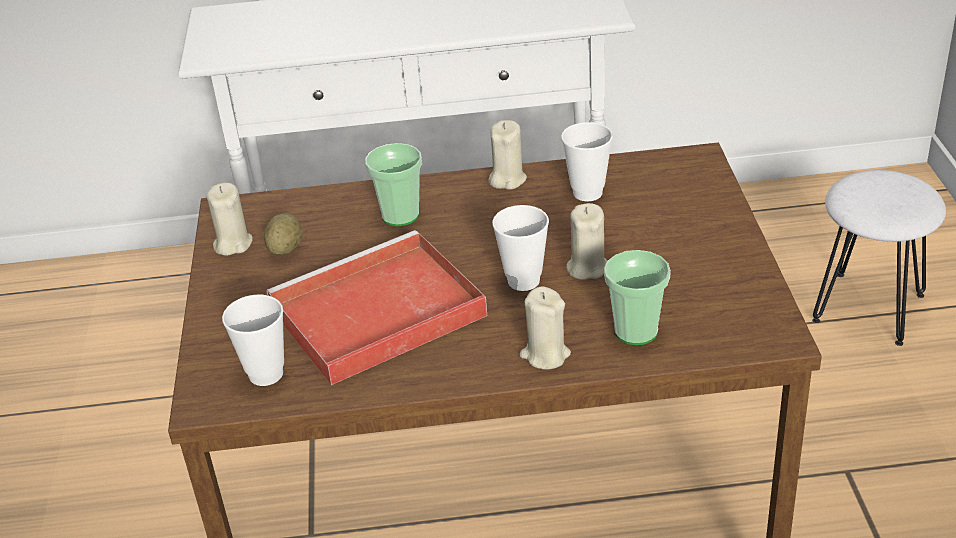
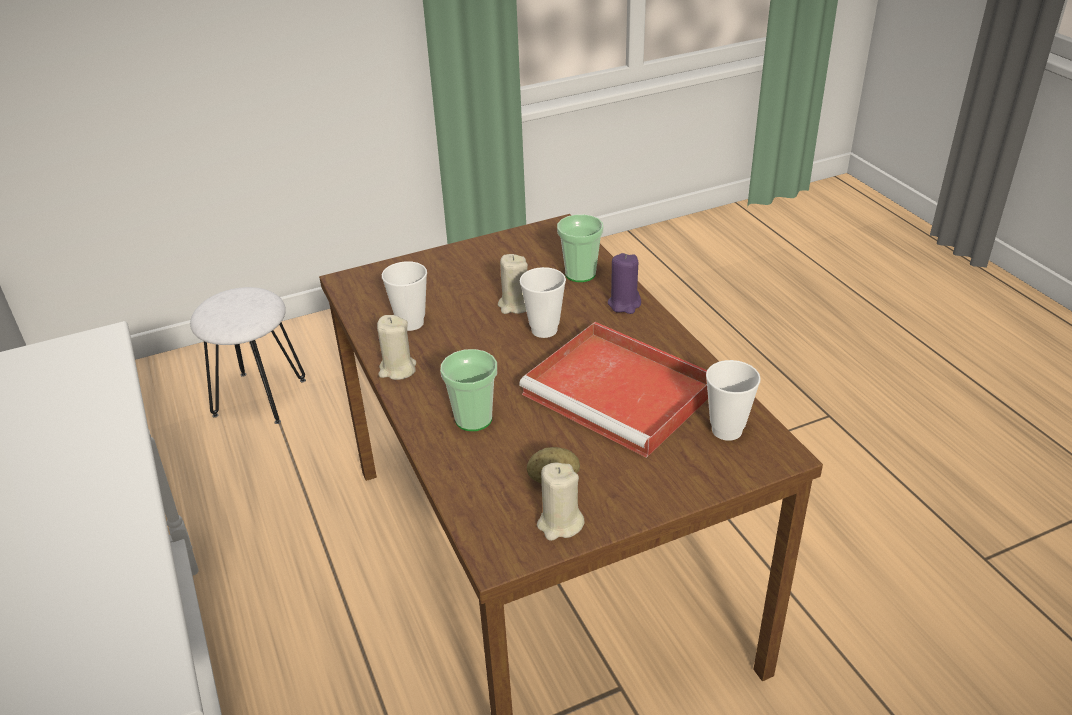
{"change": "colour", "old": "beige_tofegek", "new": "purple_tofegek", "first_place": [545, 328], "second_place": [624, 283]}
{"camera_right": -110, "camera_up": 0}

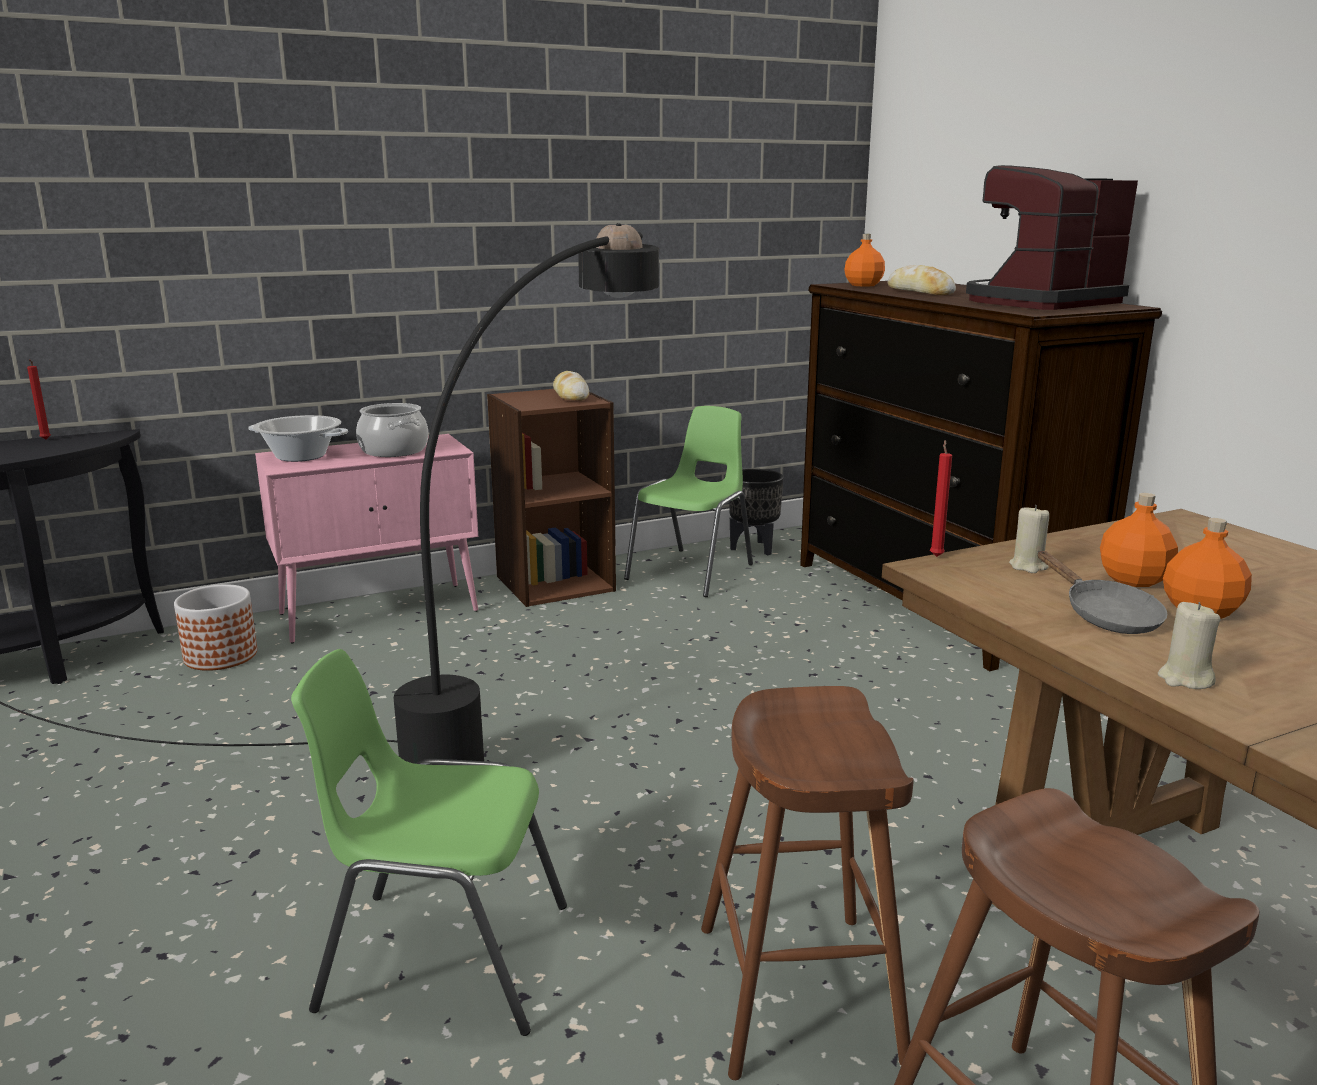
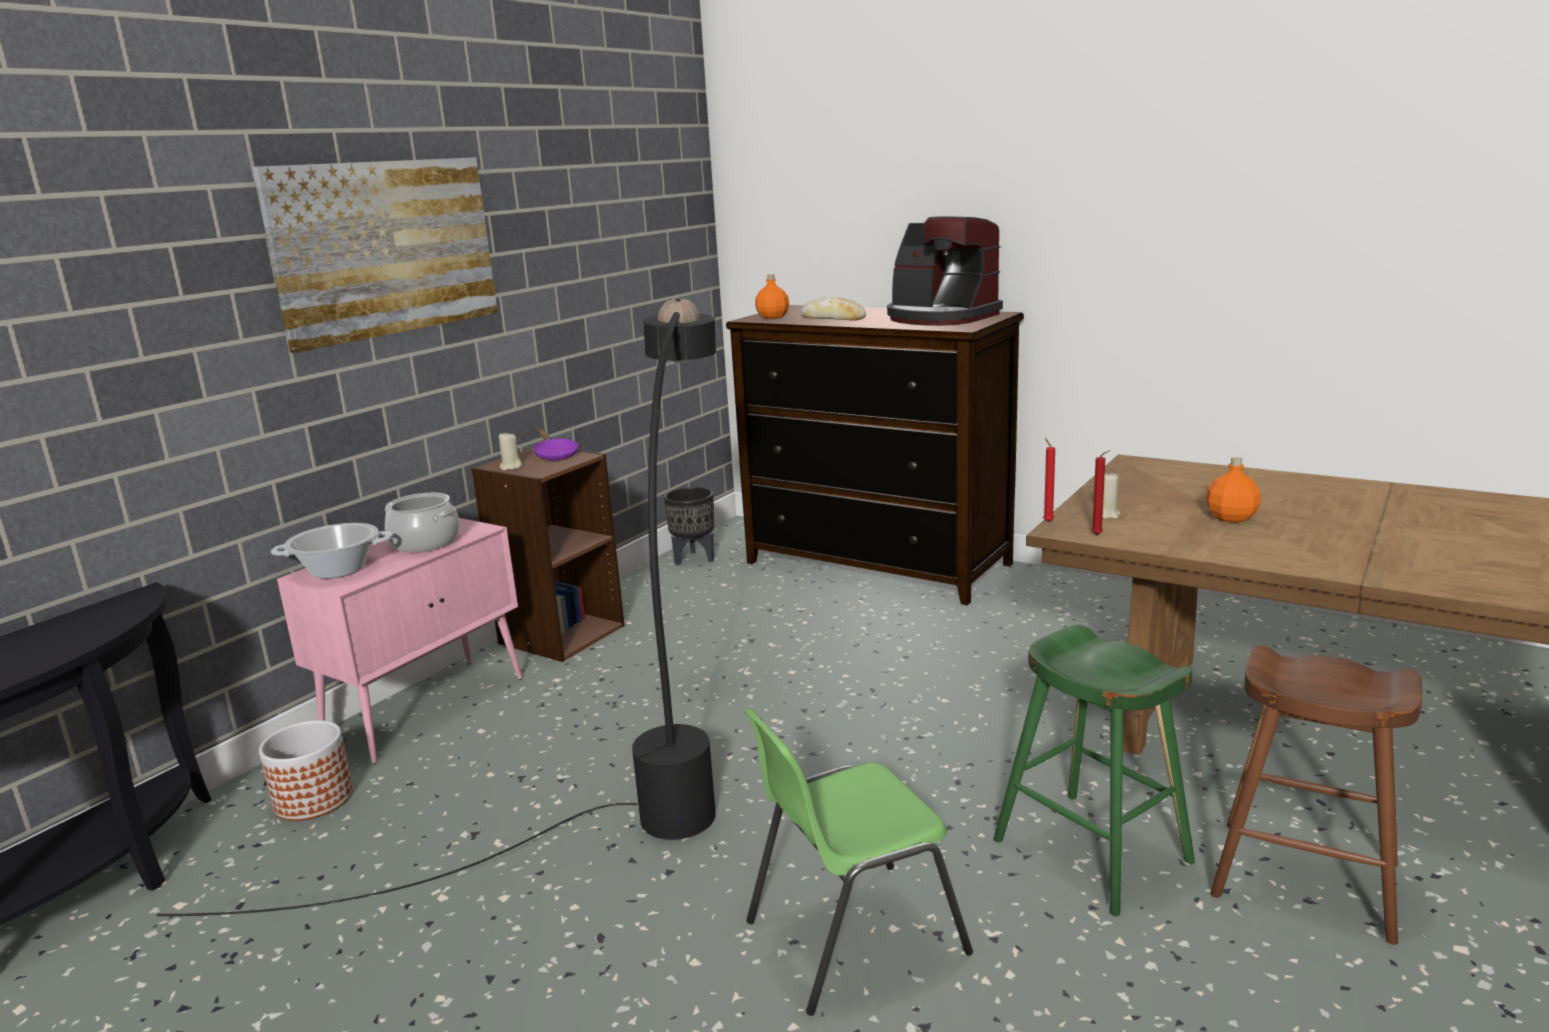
{"change": "appeared", "new": "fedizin", "second_place": [375, 255]}
{"change": "relocated", "old": "beige_tofegek", "first_place": [1189, 645], "second_place": [510, 451]}
{"change": "exchanged", "old": "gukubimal", "new": "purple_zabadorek", "first_place": [571, 386], "second_place": [555, 444]}
{"change": "spun", "old": "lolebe", "first_place": [1052, 237], "second_place": [945, 271], "degrees": -75}
{"change": "colour", "old": "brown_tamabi", "new": "green_tamabi", "first_place": [807, 883], "second_place": [1094, 770]}
{"change": "relocated", "old": "red_tofegek", "first_place": [39, 399], "second_place": [1101, 492]}
{"change": "missing", "old": "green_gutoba", "first_place": [688, 501]}
{"change": "missing", "old": "grey_zabadorek", "first_place": [1102, 592]}
{"change": "missing", "old": "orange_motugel", "first_place": [1139, 540]}
{"camera_right": -30, "camera_up": 0}

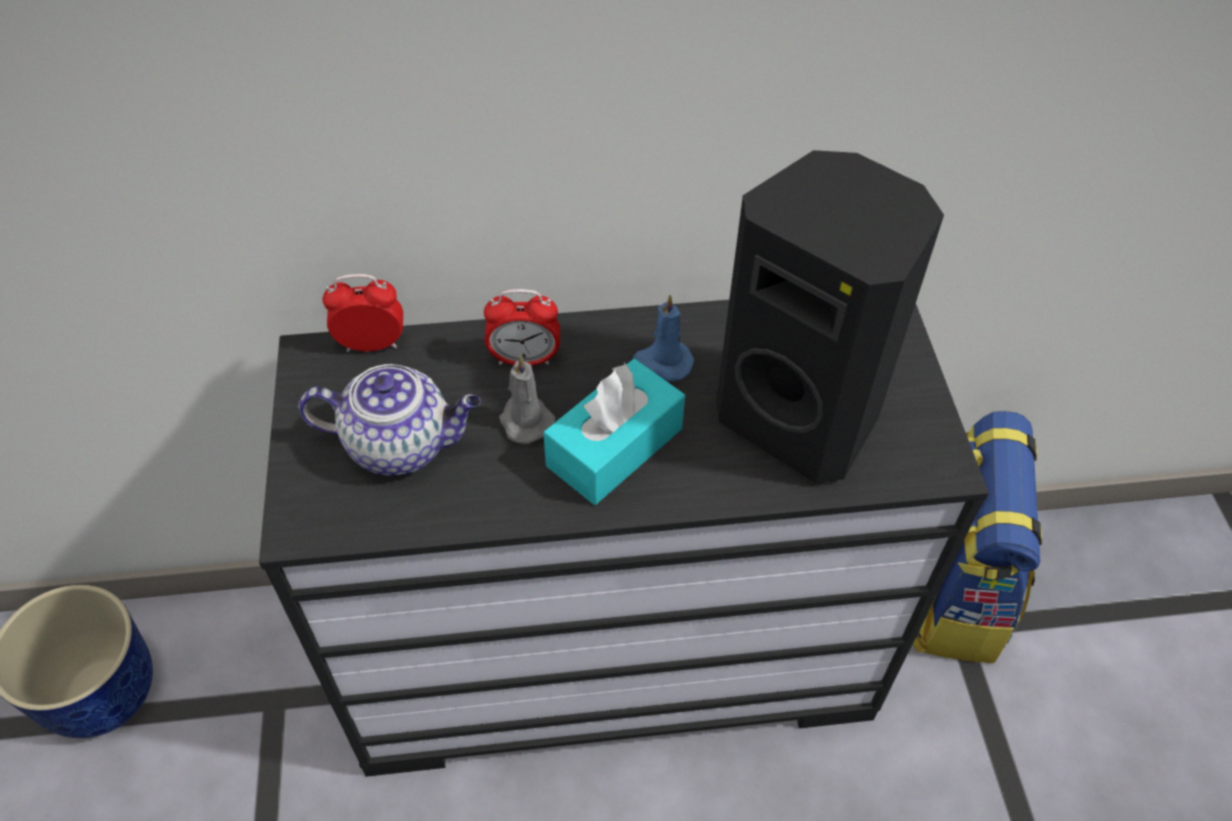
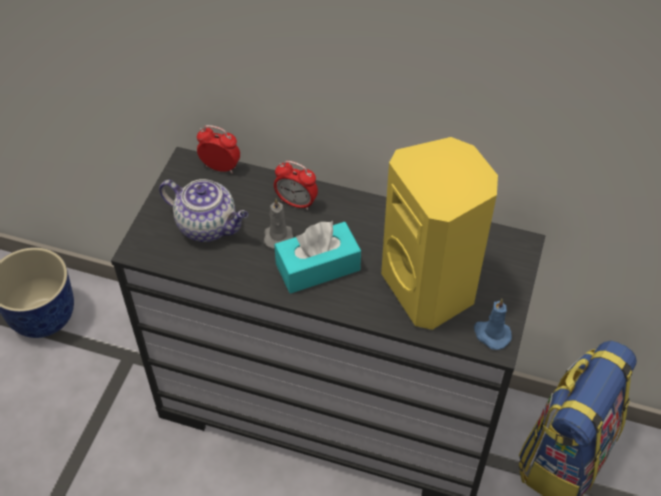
{"change": "colour", "old": "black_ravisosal", "new": "yellow_ravisosal", "first_place": [830, 316], "second_place": [439, 233]}
{"change": "relocated", "old": "blue_tofegek", "first_place": [663, 338], "second_place": [493, 324]}
{"camera_right": 25, "camera_up": 0}

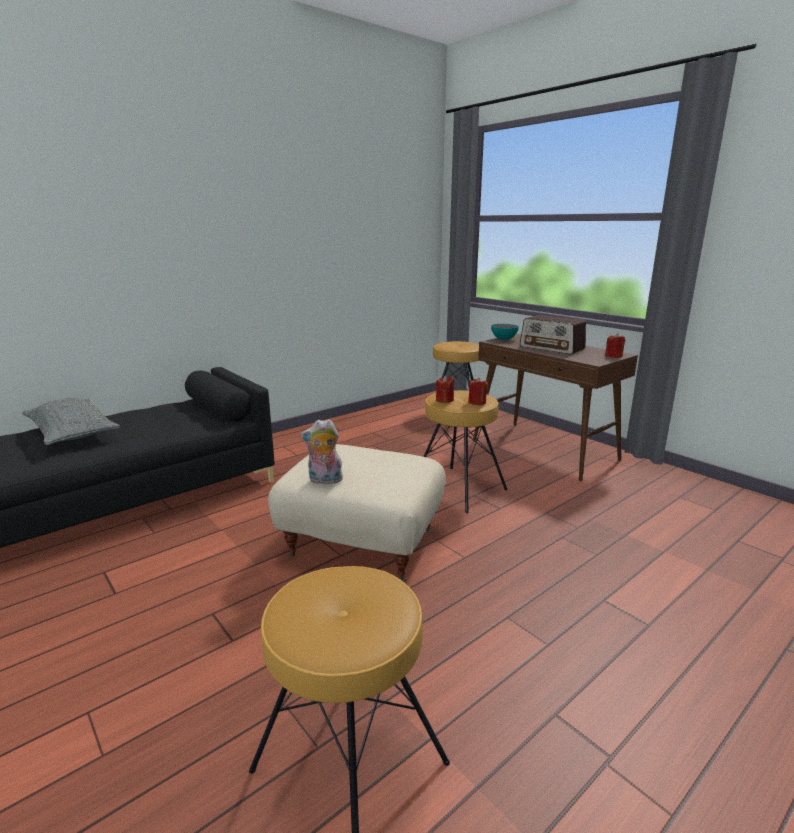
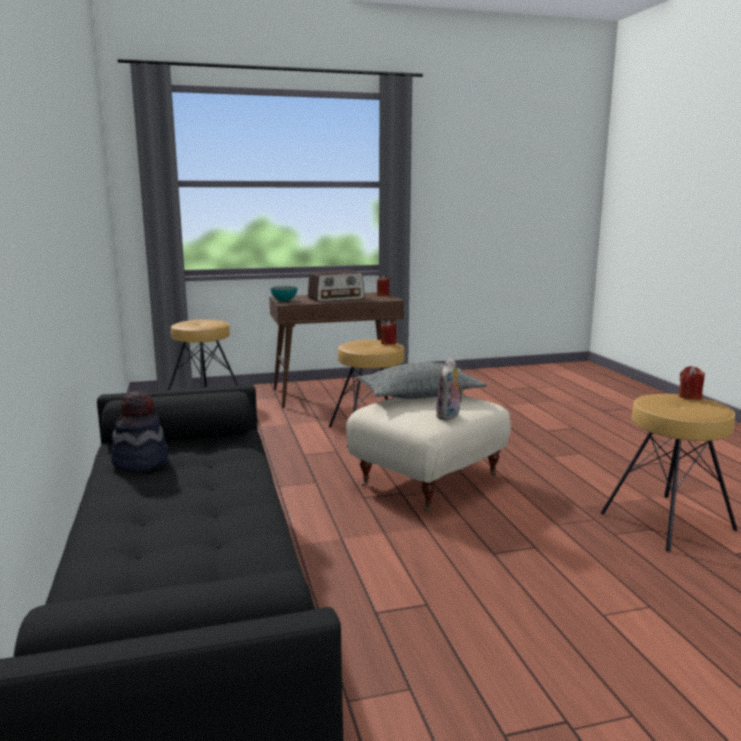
{"change": "appeared", "new": "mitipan", "second_place": [139, 431]}
{"change": "relocated", "old": "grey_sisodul", "first_place": [71, 421], "second_place": [422, 380]}
{"change": "relocated", "old": "red_tofegek", "first_place": [444, 389], "second_place": [692, 383]}
{"camera_right": -65, "camera_up": -5}

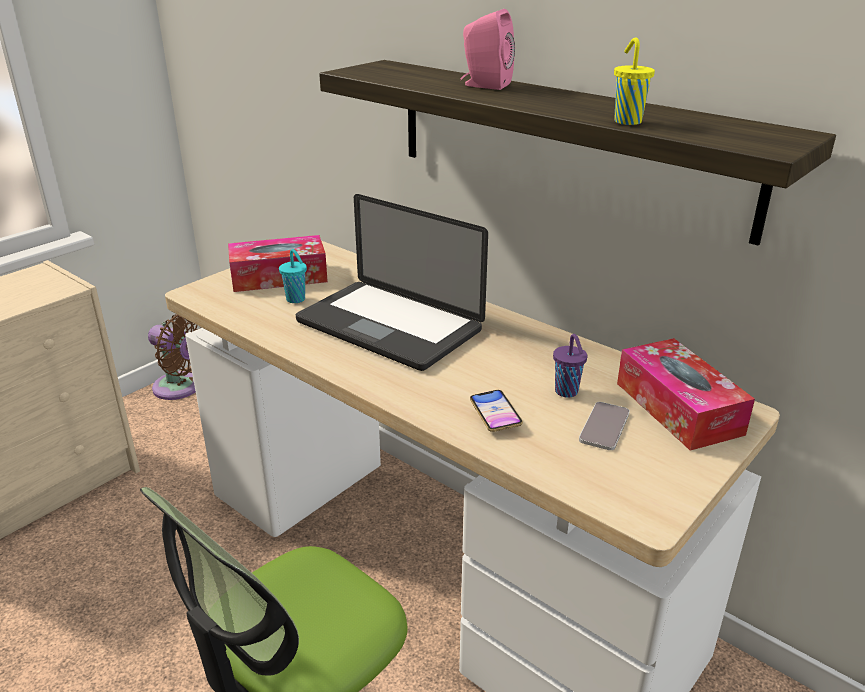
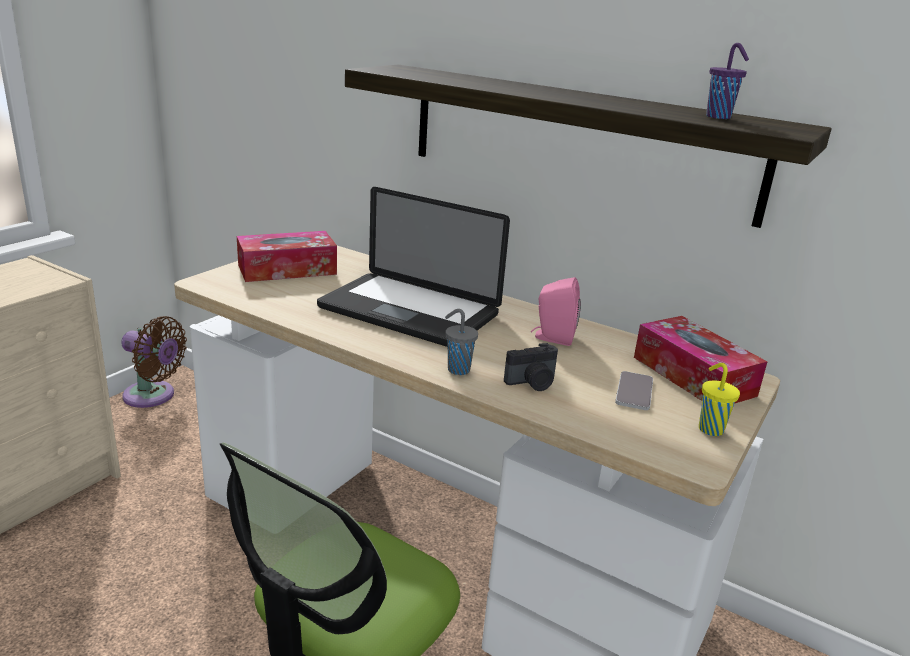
{"change": "appeared", "new": "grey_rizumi", "second_place": [461, 342]}
{"change": "exchanged", "old": "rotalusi", "new": "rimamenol", "first_place": [496, 411], "second_place": [531, 367]}
{"change": "relocated", "old": "pink_ravisosal", "first_place": [488, 49], "second_place": [556, 311]}
{"change": "relocated", "old": "yellow_rizumi", "first_place": [634, 81], "second_place": [719, 399]}
{"change": "relocated", "old": "purple_rizumi", "first_place": [570, 366], "second_place": [727, 81]}
{"change": "missing", "old": "turquoise_rizumi", "first_place": [293, 276]}
{"camera_right": -10, "camera_up": -5}

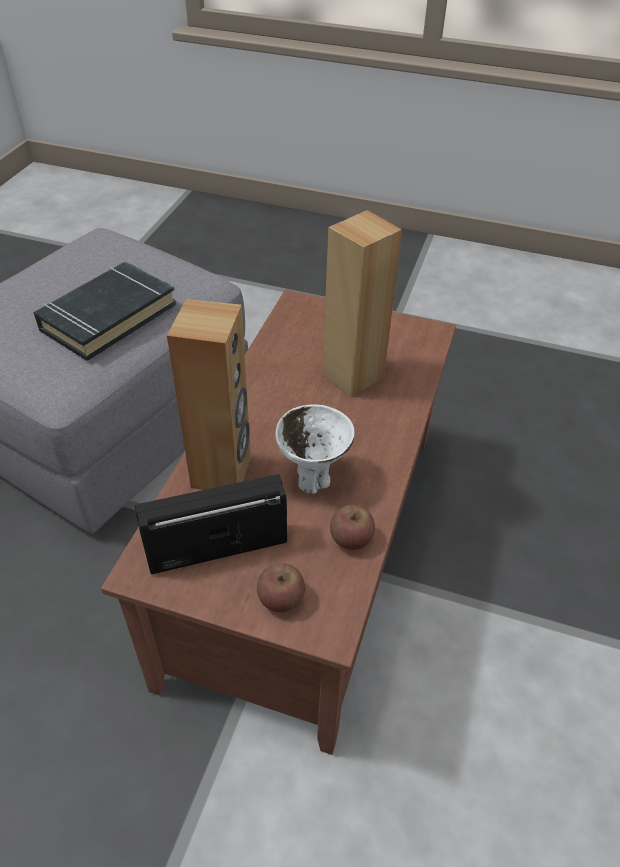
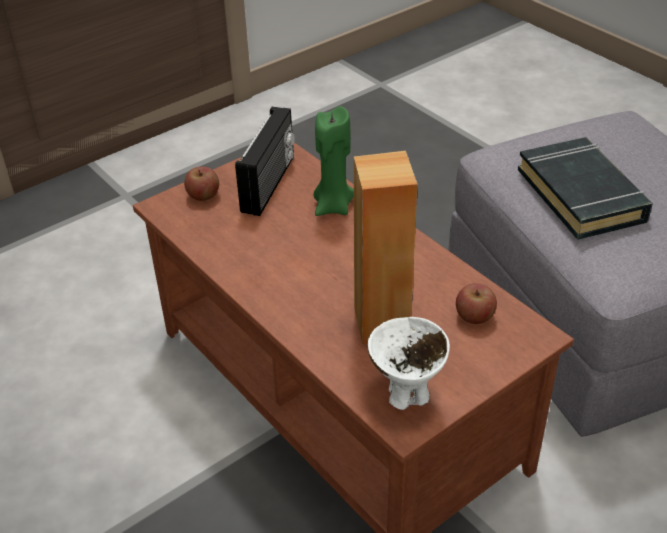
{"change": "exchanged", "old": "brown_ravisosal", "new": "green_tofegek", "first_place": [209, 394], "second_place": [333, 161]}
{"change": "relocated", "old": "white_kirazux", "first_place": [315, 449], "second_place": [409, 363]}
{"change": "relocated", "old": "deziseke", "first_place": [352, 527], "second_place": [476, 303]}
{"camera_right": 125, "camera_up": -5}

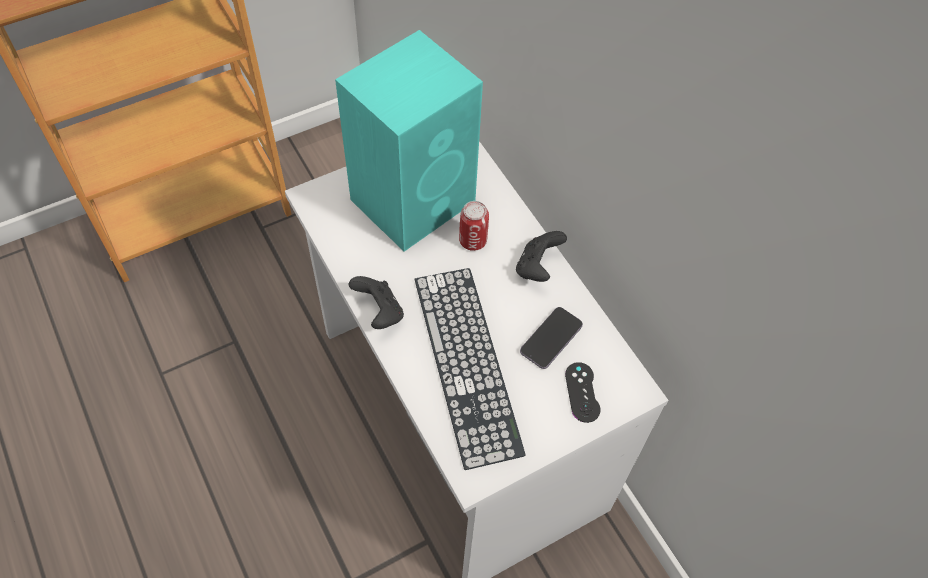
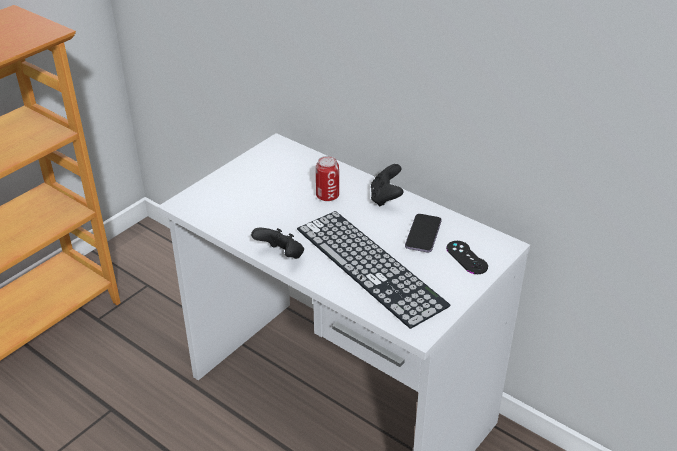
{"change": "missing", "old": "turquoise_ravisosal", "first_place": [409, 141]}
{"camera_right": -20, "camera_up": -20}

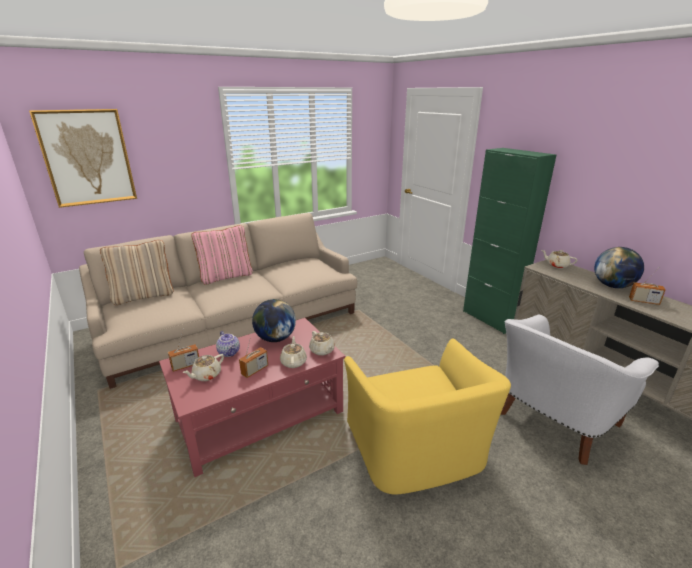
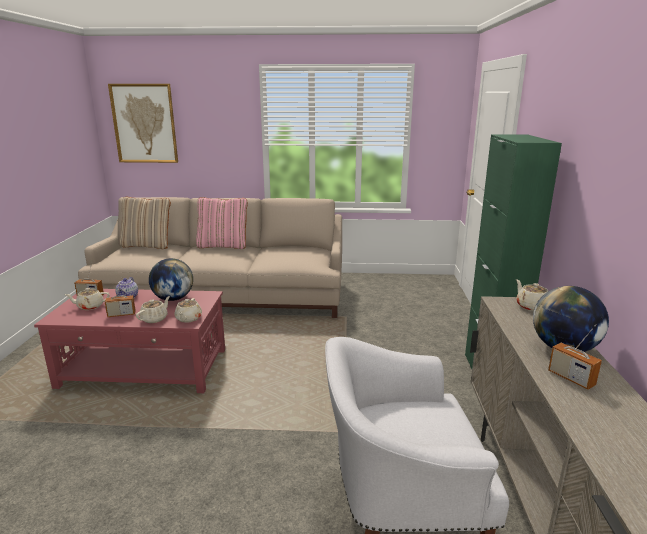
{"change": "missing", "old": "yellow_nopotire", "first_place": [427, 416]}
{"camera_right": 35, "camera_up": -5}

